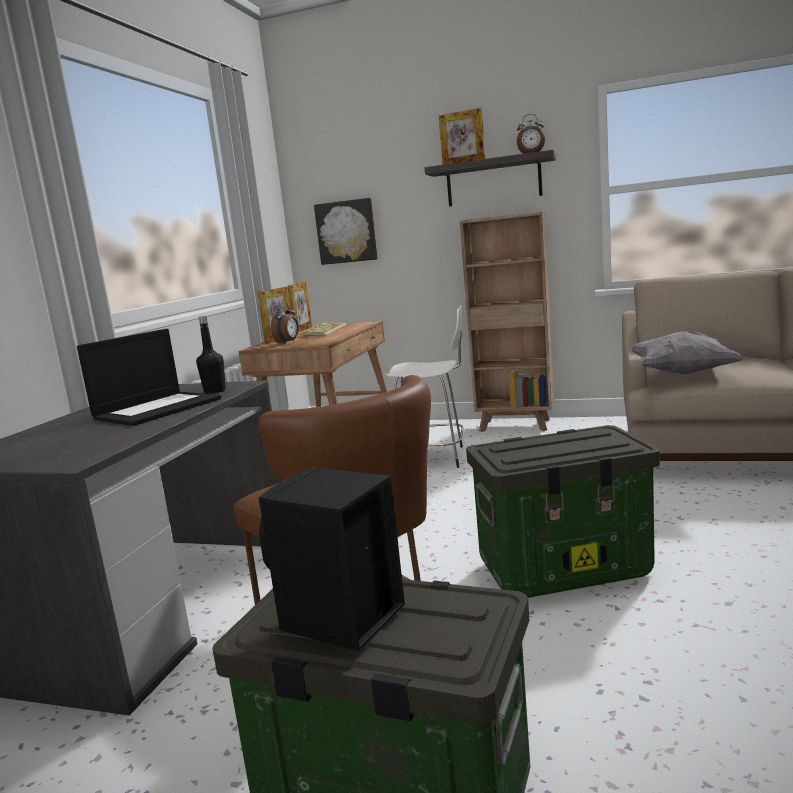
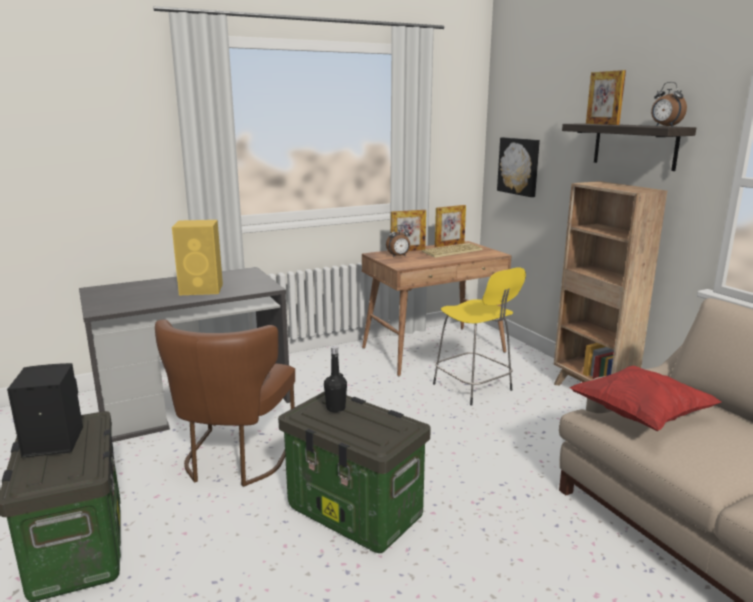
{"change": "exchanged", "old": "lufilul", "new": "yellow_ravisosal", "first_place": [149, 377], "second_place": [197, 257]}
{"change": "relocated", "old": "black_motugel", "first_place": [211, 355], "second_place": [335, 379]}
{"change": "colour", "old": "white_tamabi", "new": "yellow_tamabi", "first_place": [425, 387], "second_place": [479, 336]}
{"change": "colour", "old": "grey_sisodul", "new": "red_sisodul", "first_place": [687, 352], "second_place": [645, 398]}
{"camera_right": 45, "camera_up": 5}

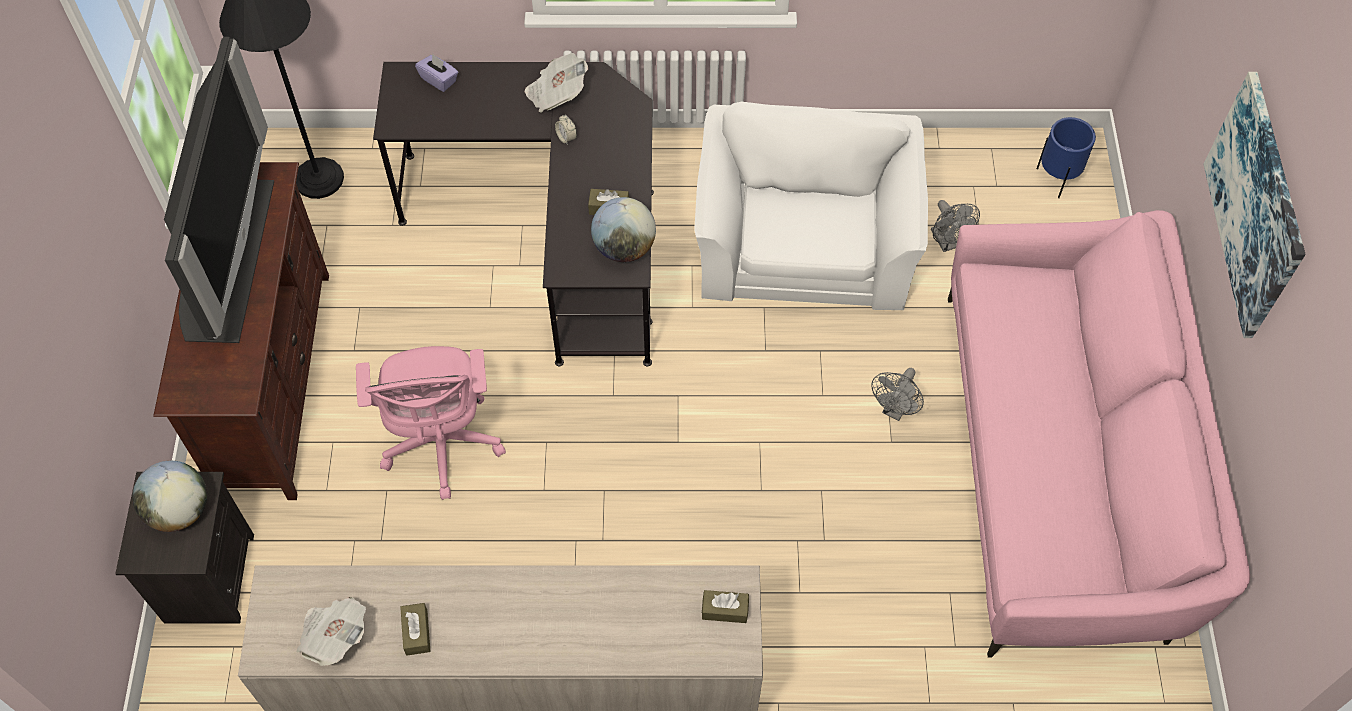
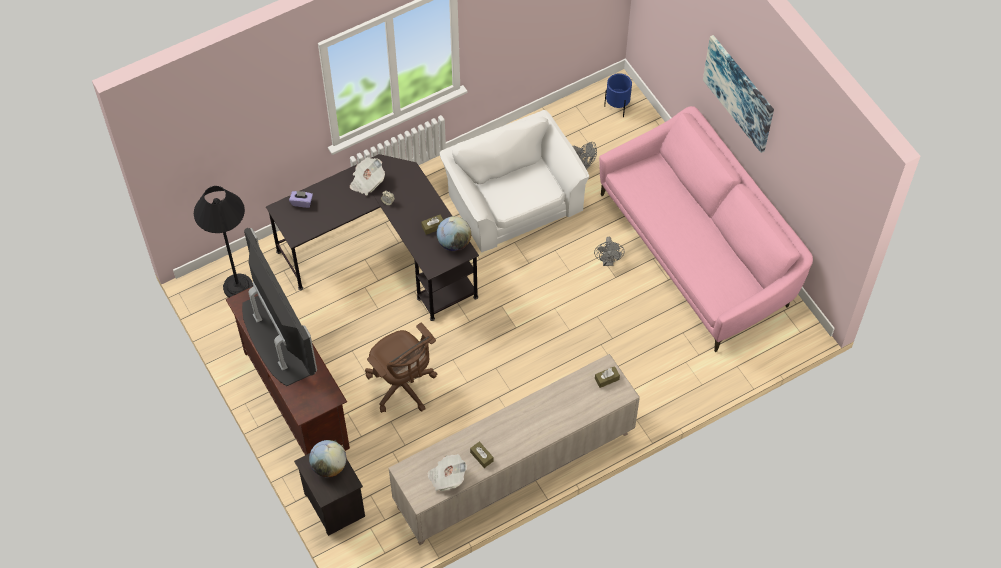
{"change": "colour", "old": "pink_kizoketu", "new": "brown_kizoketu", "first_place": [431, 423], "second_place": [401, 368]}
{"camera_right": -30, "camera_up": 0}

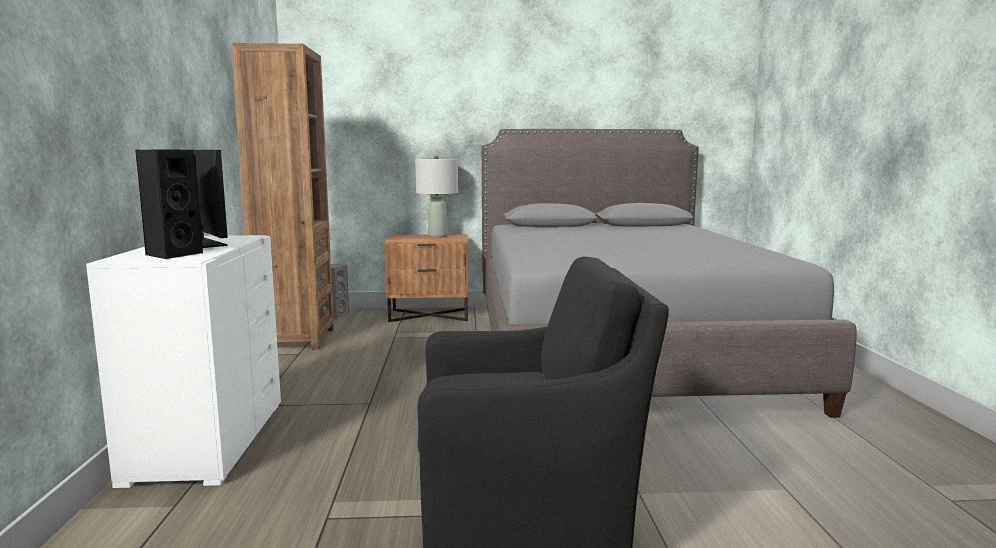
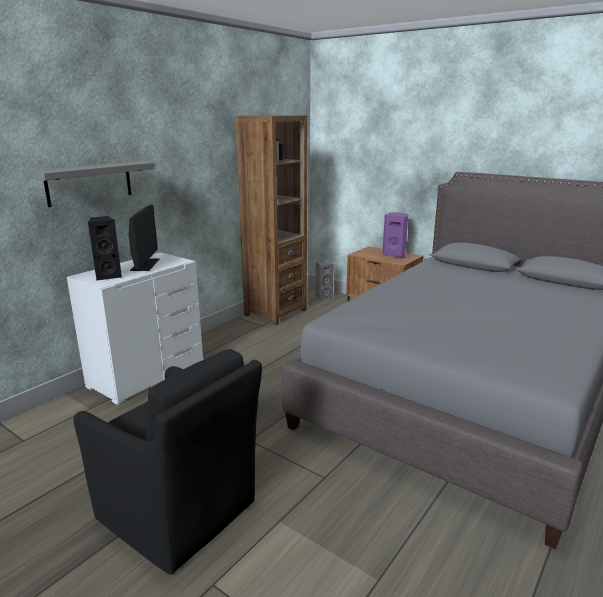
{"change": "appeared", "new": "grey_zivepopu", "second_place": [91, 184]}
{"change": "exchanged", "old": "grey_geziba", "new": "purple_ravisosal", "first_place": [436, 196], "second_place": [395, 235]}
{"camera_right": 40, "camera_up": 10}

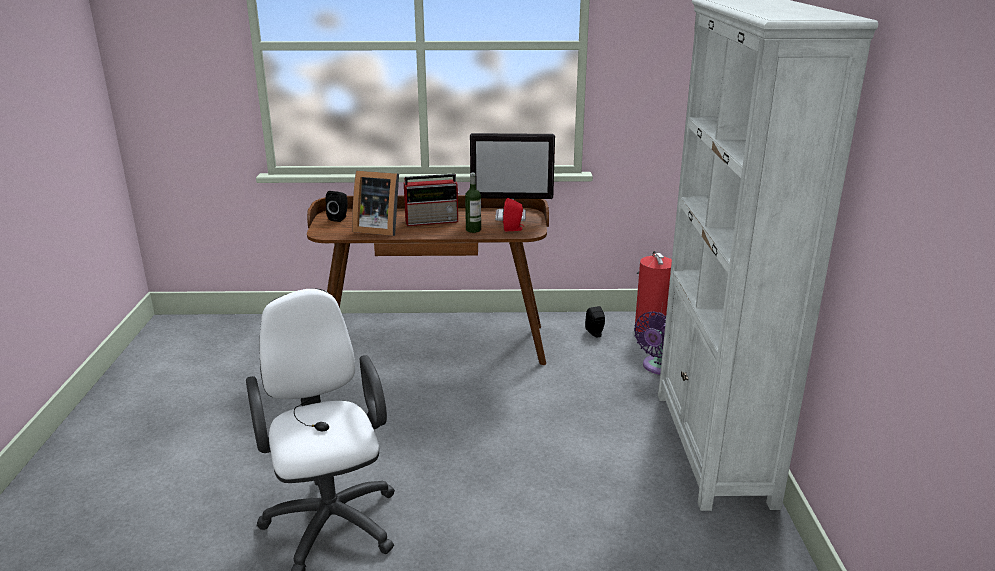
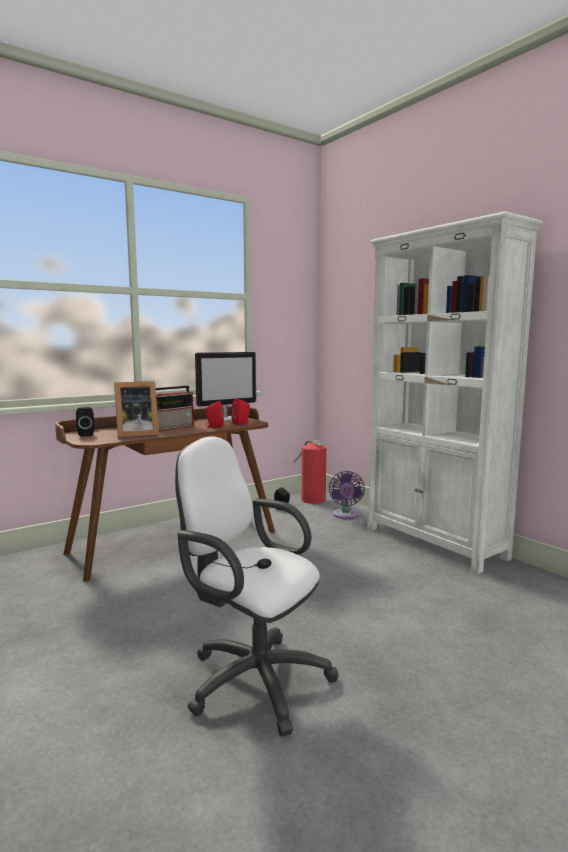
{"change": "exchanged", "old": "motugel", "new": "red_ravisosal", "first_place": [473, 203], "second_place": [214, 414]}
{"camera_right": -35, "camera_up": -15}

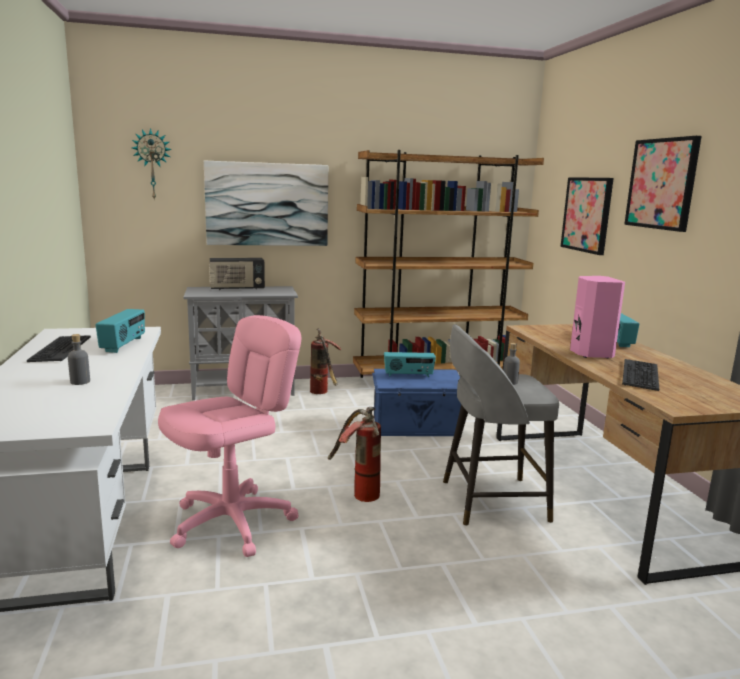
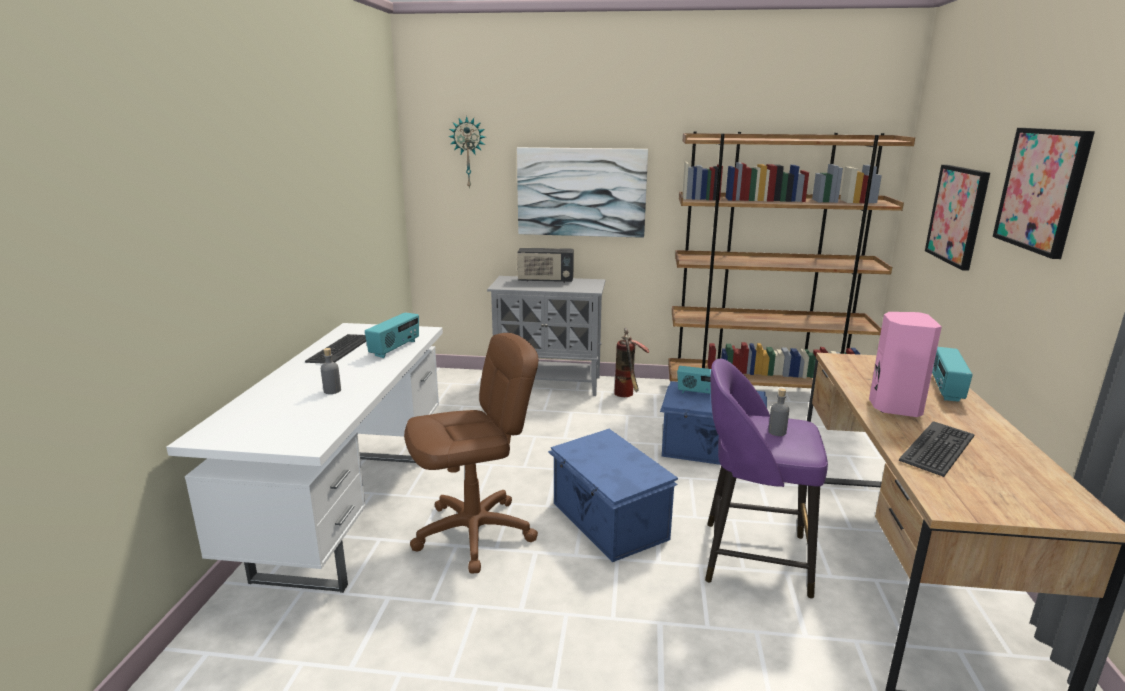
{"change": "colour", "old": "pink_kizoketu", "new": "brown_kizoketu", "first_place": [229, 436], "second_place": [471, 453]}
{"change": "exchanged", "old": "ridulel", "new": "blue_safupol", "first_place": [354, 454], "second_place": [613, 495]}
{"change": "colour", "old": "grey_tamabi", "new": "purple_tamabi", "first_place": [501, 425], "second_place": [766, 478]}
{"camera_right": 20, "camera_up": 5}

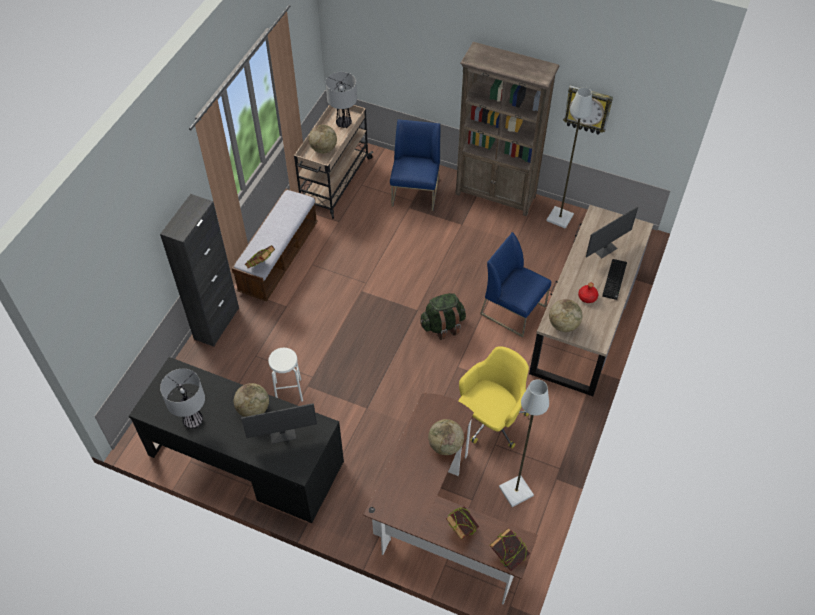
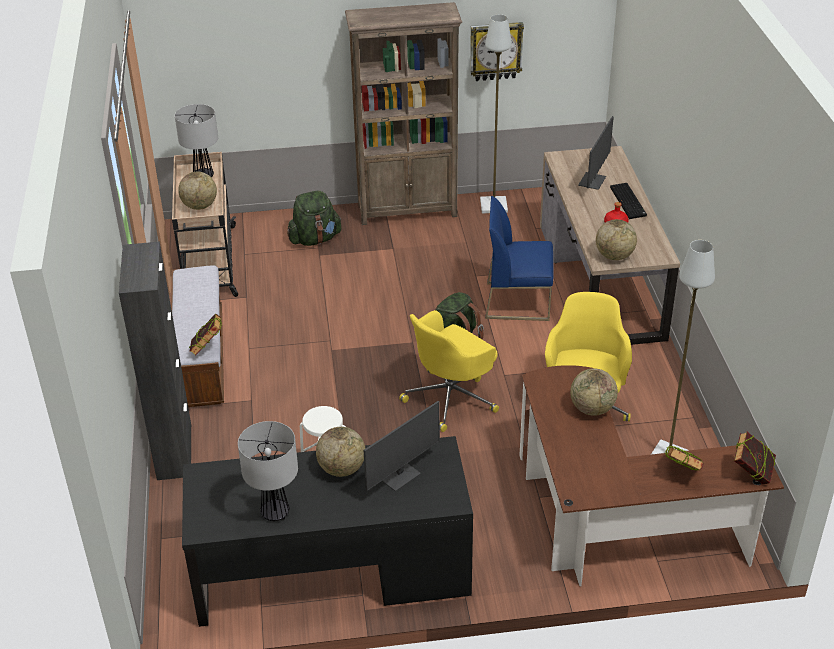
{"change": "exchanged", "old": "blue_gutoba", "new": "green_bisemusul", "first_place": [415, 165], "second_place": [314, 218]}
{"change": "appeared", "new": "yellow_kizoketu", "second_place": [449, 371]}
{"camera_right": -30, "camera_up": -15}

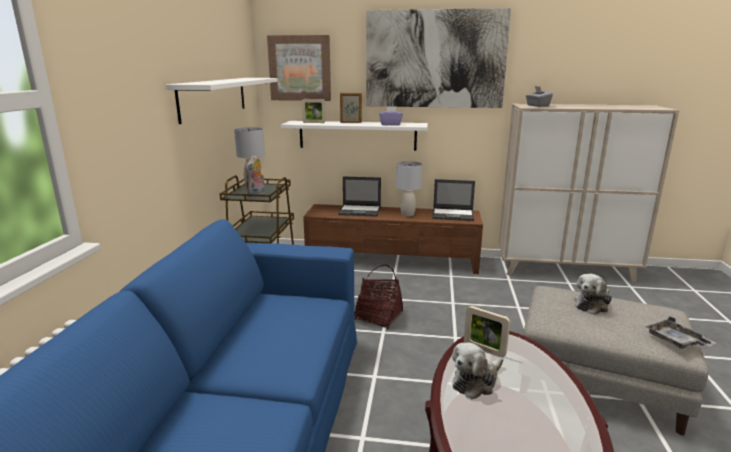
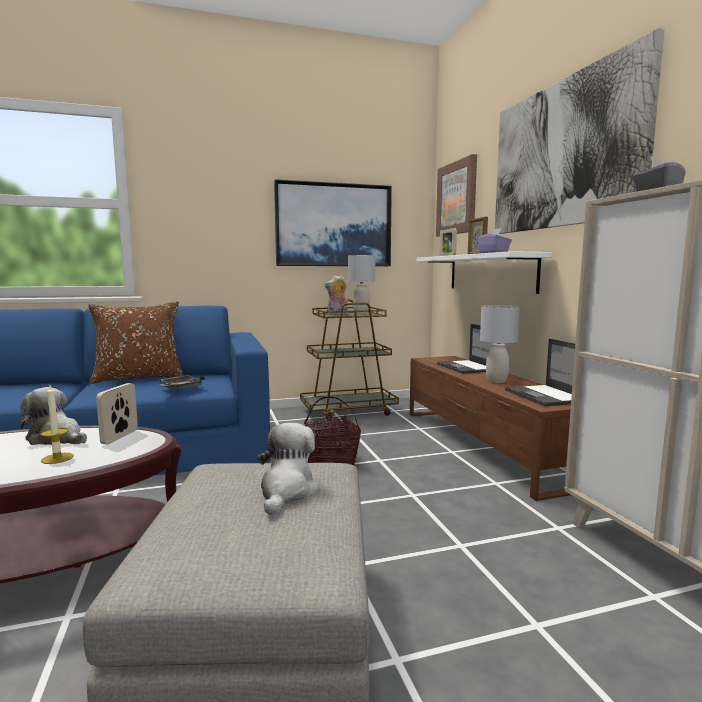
{"change": "appeared", "new": "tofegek", "second_place": [57, 424]}
{"change": "appeared", "new": "brown_sisodul", "second_place": [135, 343]}
{"change": "relocated", "old": "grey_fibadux", "first_place": [681, 332], "second_place": [182, 382]}
{"change": "spun", "old": "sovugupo", "first_place": [593, 294], "second_place": [288, 469], "degrees": 75}
{"change": "exchanged", "old": "white_zivepopu", "new": "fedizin", "first_place": [222, 101], "second_place": [333, 222]}
{"camera_right": 65, "camera_up": -10}

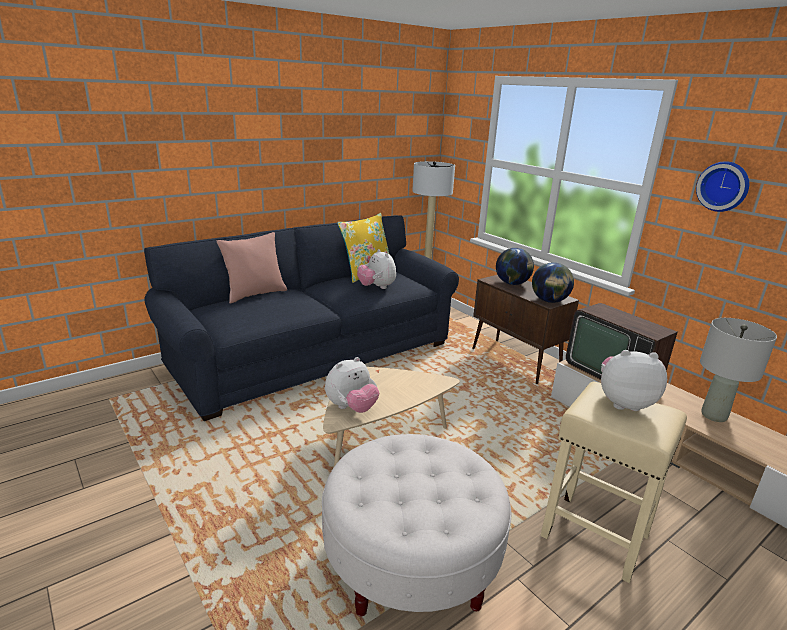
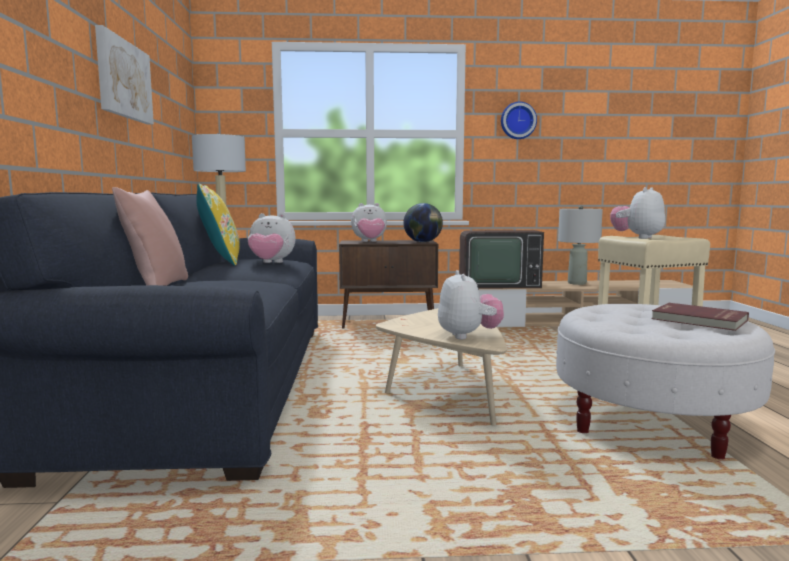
{"change": "appeared", "new": "fedizin", "second_place": [124, 75]}
{"change": "exchanged", "old": "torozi", "new": "sovugupo", "first_place": [515, 266], "second_place": [369, 222]}
{"change": "appeared", "new": "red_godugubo", "second_place": [700, 317]}
{"camera_right": -55, "camera_up": -15}

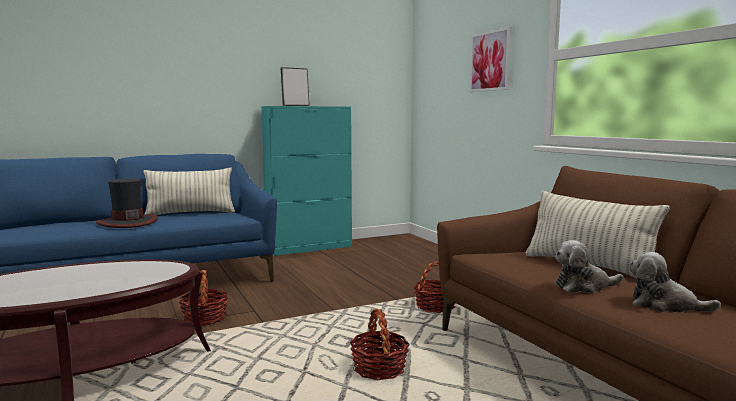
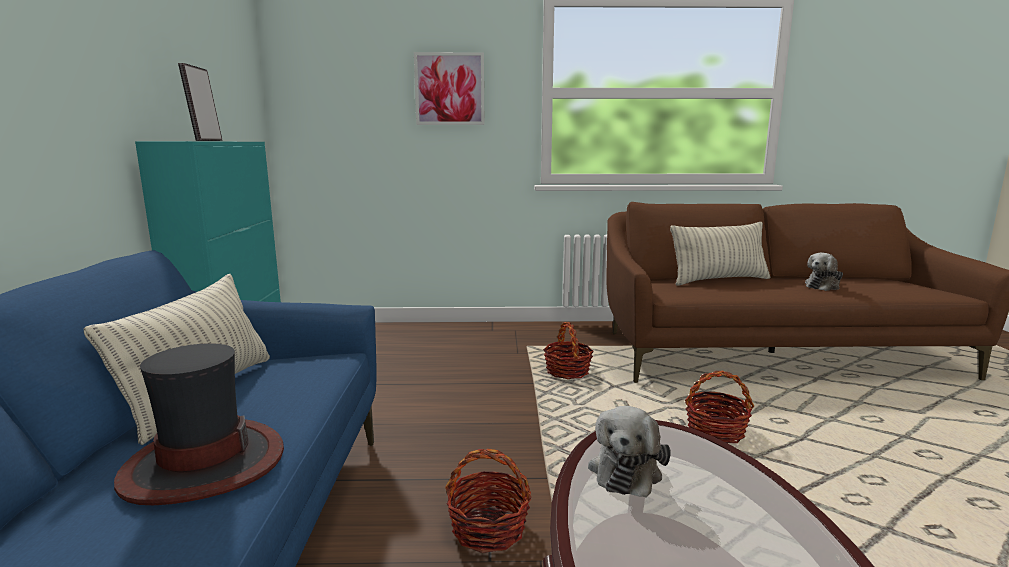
{"change": "relocated", "old": "sovugupo", "first_place": [589, 266], "second_place": [629, 451]}
{"camera_right": -65, "camera_up": 5}

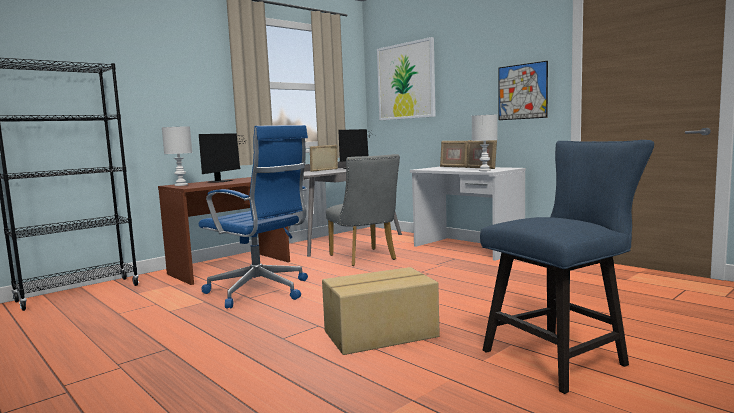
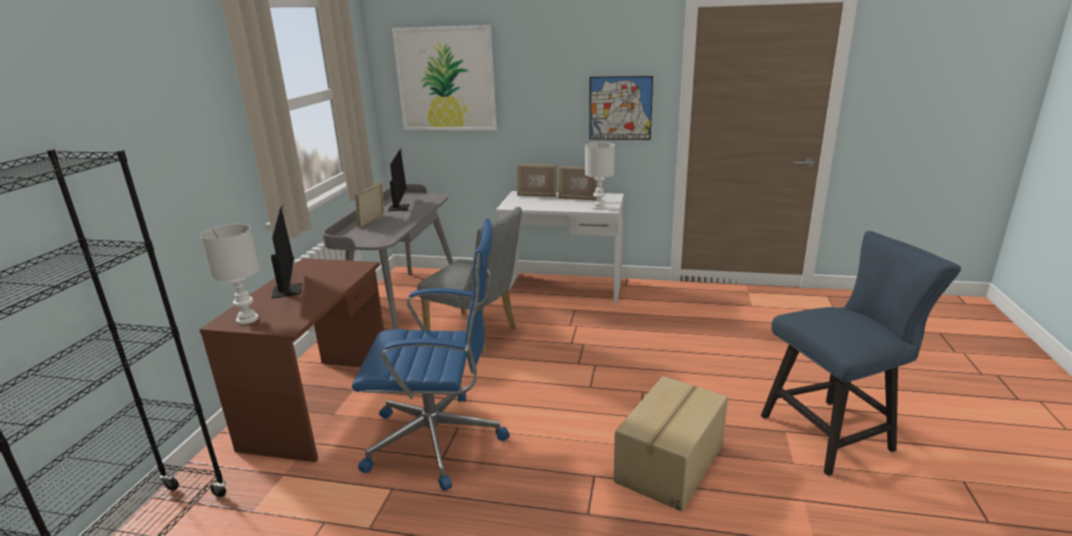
{"change": "spun", "old": "blue_gutoba", "first_place": [567, 267], "second_place": [861, 353], "degrees": 45}
{"camera_right": -35, "camera_up": 15}

